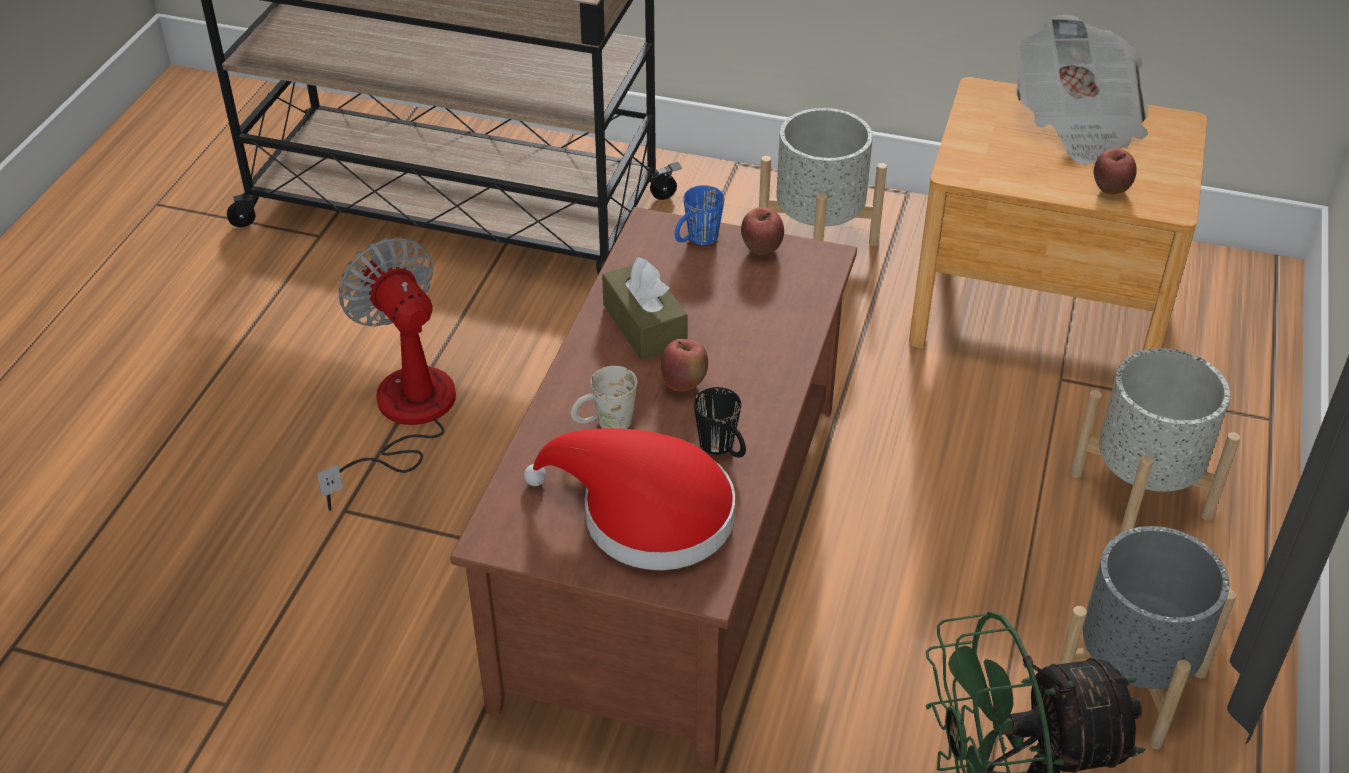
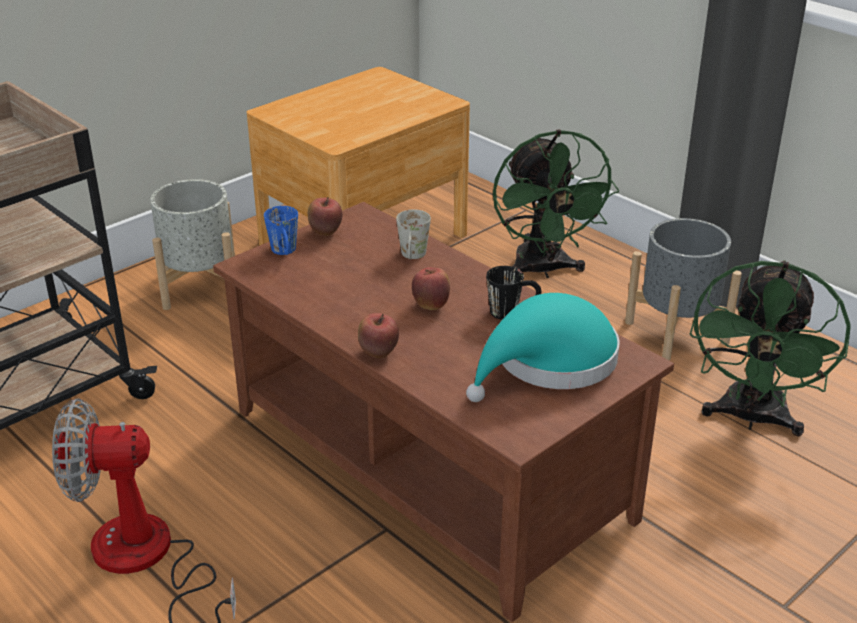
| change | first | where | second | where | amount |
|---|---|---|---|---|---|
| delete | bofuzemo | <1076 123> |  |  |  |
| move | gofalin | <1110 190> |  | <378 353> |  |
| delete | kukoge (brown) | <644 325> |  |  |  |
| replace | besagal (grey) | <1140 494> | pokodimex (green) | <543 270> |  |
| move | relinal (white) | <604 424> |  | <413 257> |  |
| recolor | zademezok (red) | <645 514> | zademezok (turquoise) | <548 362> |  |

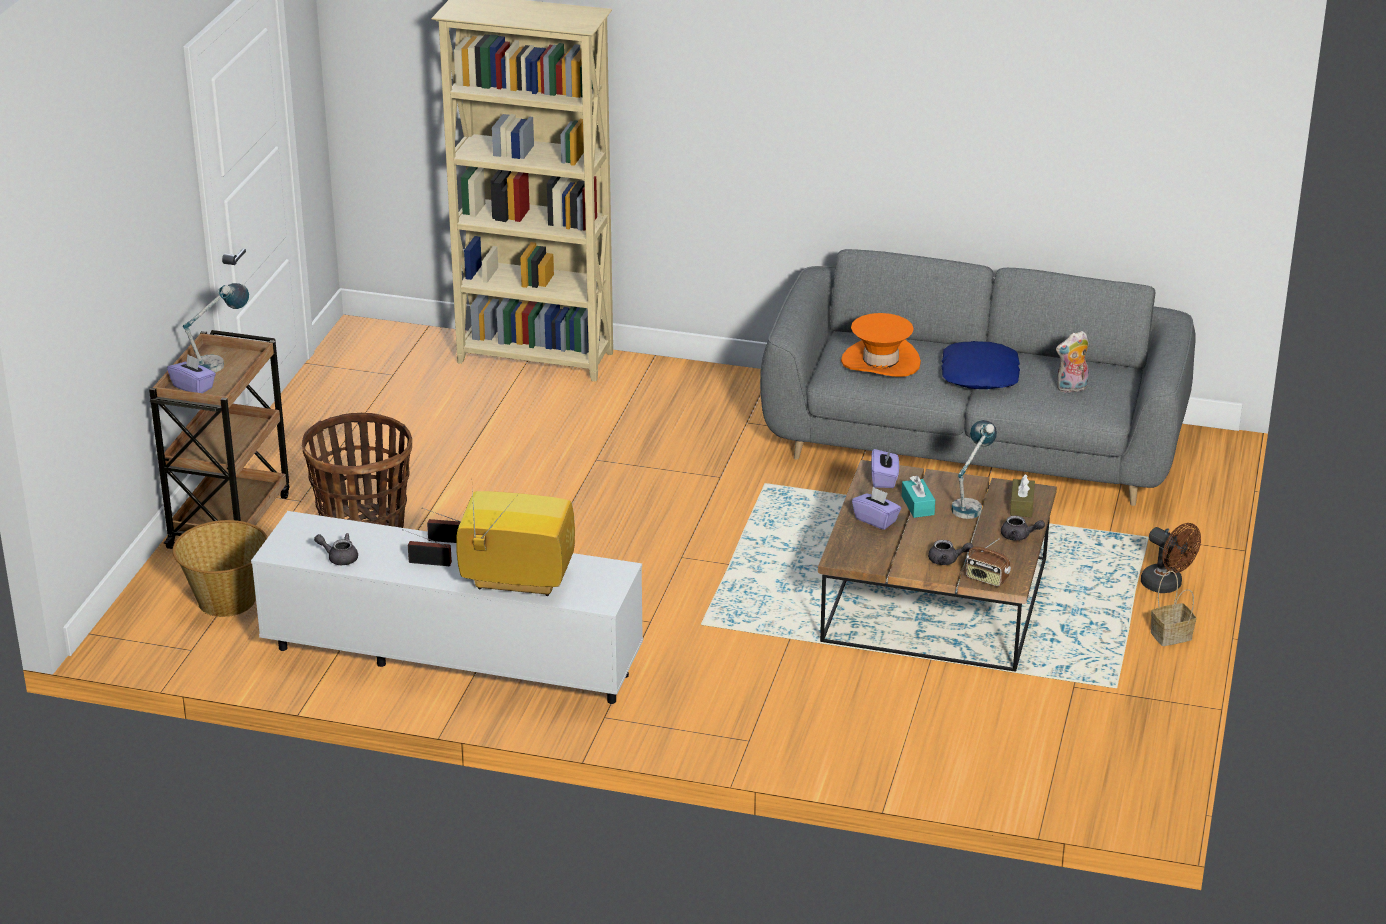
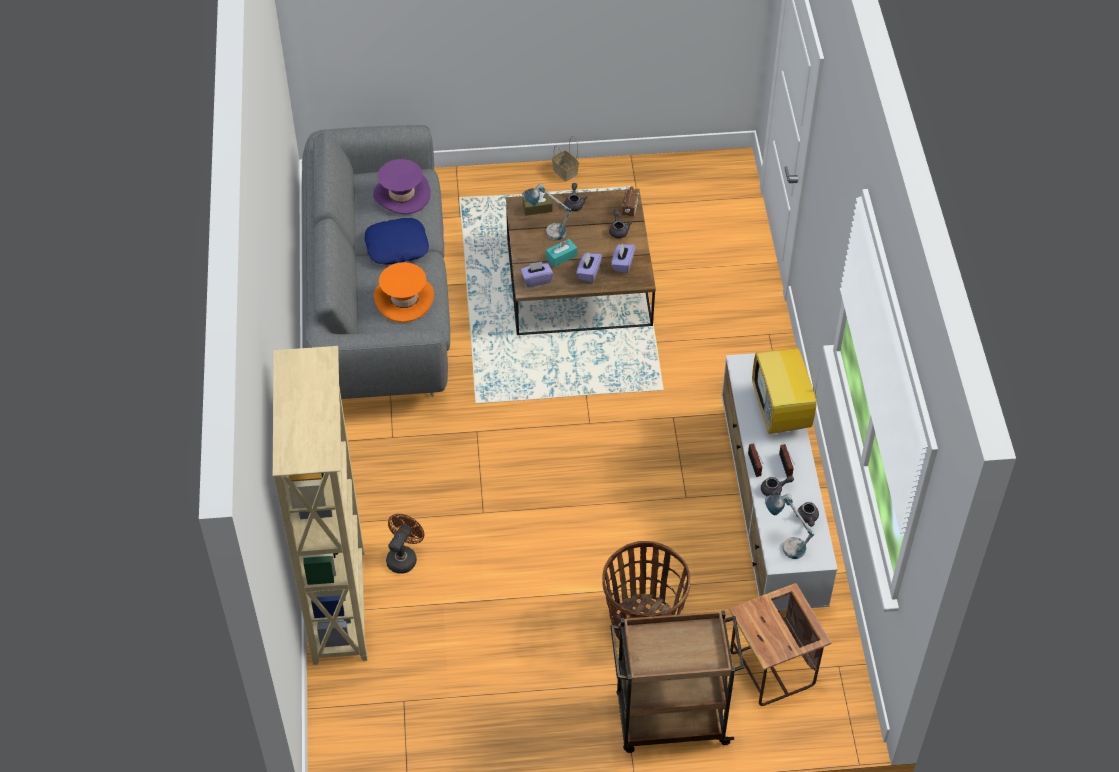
| change | first | where | second | where | amount |
|---|---|---|---|---|---|
| move | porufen | <221 362> |  | <784 544> |  |
| replace | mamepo | <1071 388> | zademezok (purple) | <402 195> |  |
| move | kukoge (purple) | <193 387> |  | <622 264> |  |
| replace | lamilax | <227 601> | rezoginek | <772 671> |  |
| move | pokodimex (brown) | <1167 585> |  | <404 557> |  |
| insert |  |  | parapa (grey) | <775 490> |  |

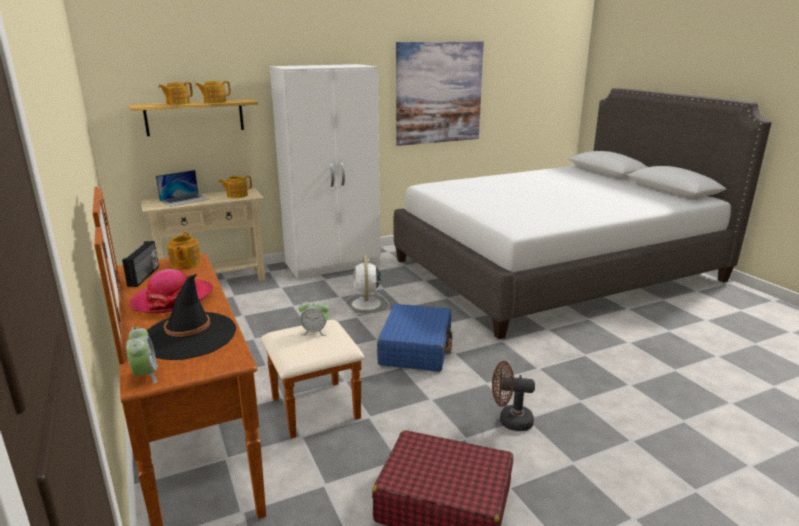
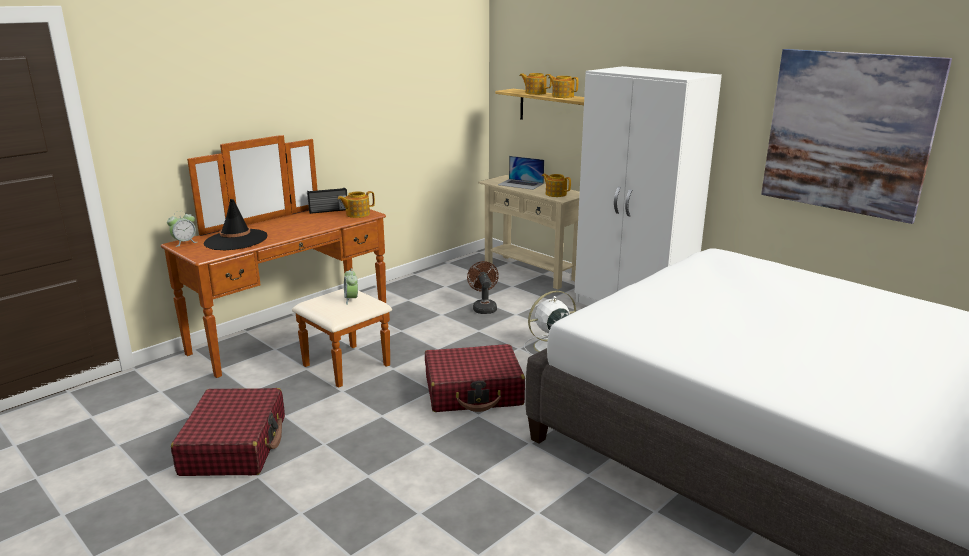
| change | first | where | second | where | amount |
|---|---|---|---|---|---|
| delete | zademezok | <173 299> |  |  |  |
| recolor | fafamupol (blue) | <416 348> | fafamupol (red) | <474 391> |  |
| move | pokodimex (brown) | <510 421> |  | <484 307> |  |

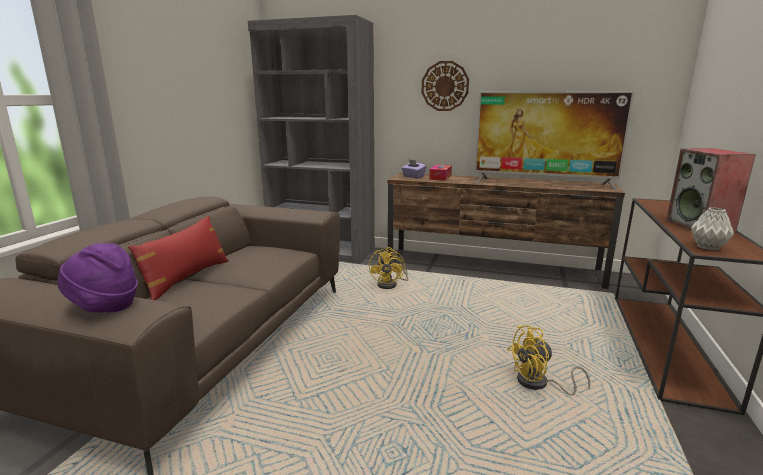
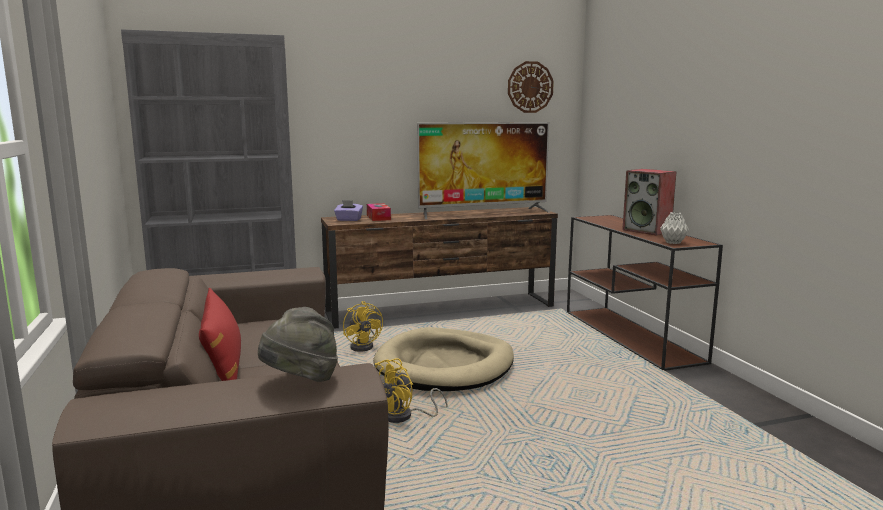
| change | first | where | second | where | amount |
|---|---|---|---|---|---|
| move | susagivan | <445 86> |  | <530 87> |  |
| recolor | zademezok (purple) | <104 307> | zademezok (grey) | <300 381> |  |
| move | pokodimex (yellow) | <539 384> |  | <404 416> |  |
| insert |  |  | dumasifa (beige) | <445 365> |  |

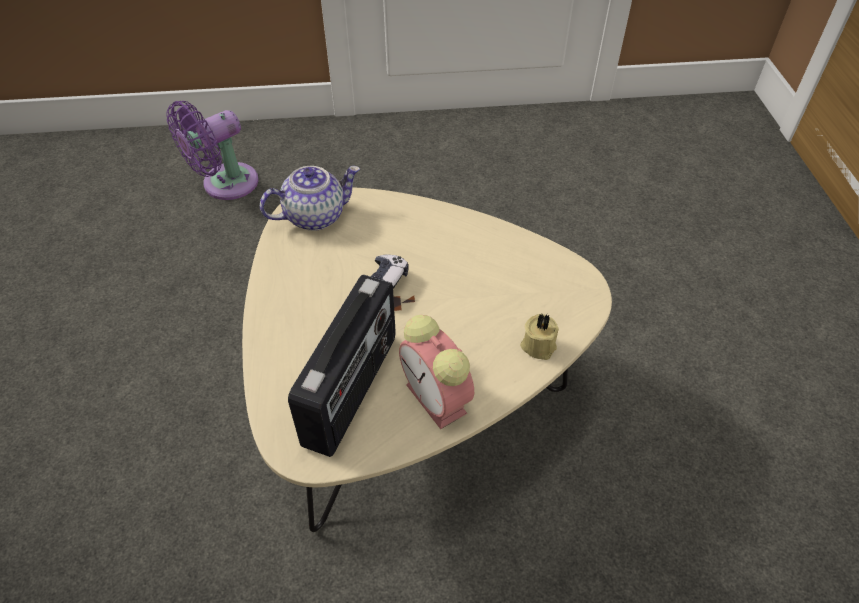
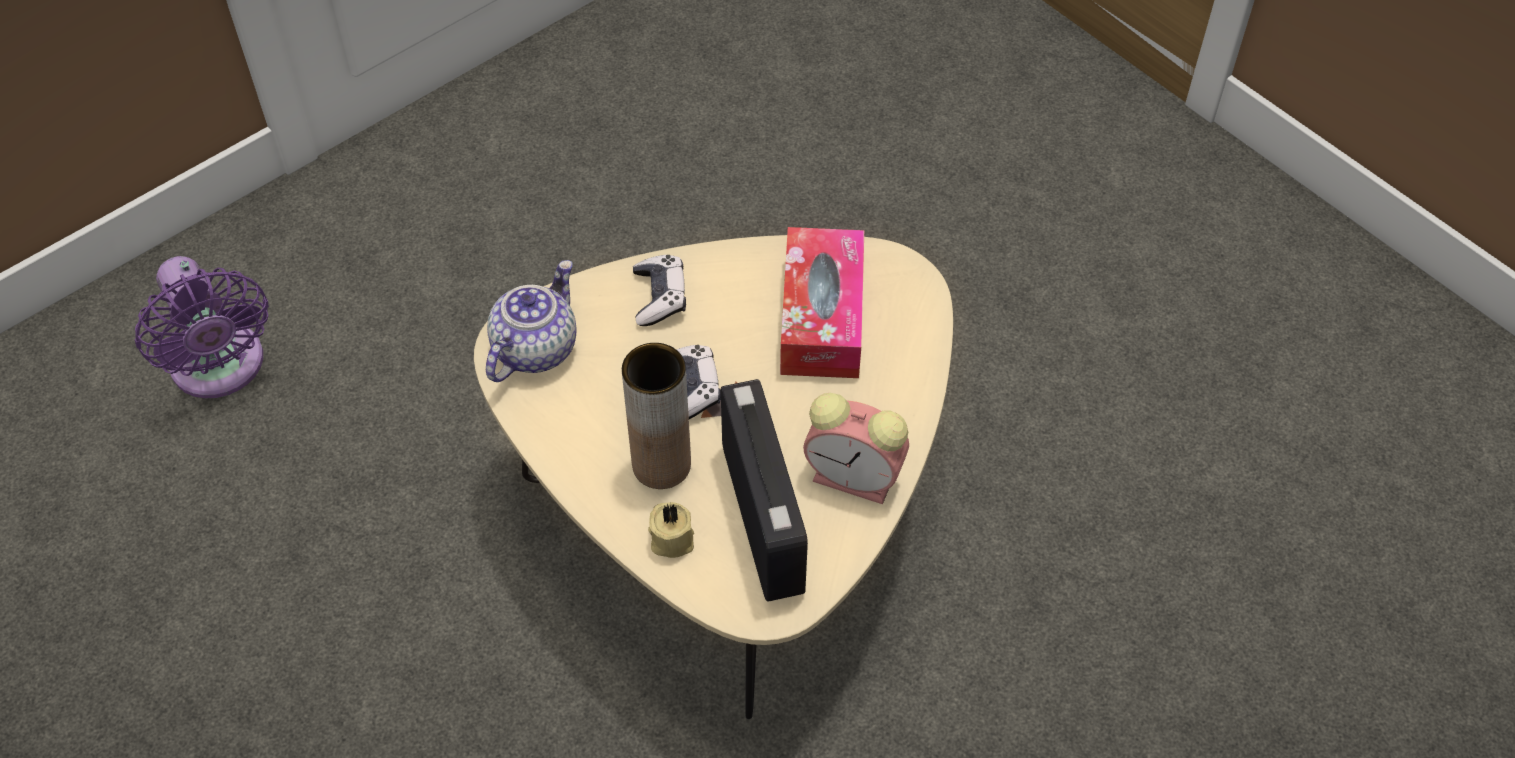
| change | first | where | second | where | amount |
|---|---|---|---|---|---|
| rotate | pokodimex (purple) | <225 185> |  | <220 369> | 45 degrees counterclockwise |
| move | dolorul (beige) | <538 345> |  | <671 538> |  |
| insert |  |  | kukoge | <822 317> |  |
| insert |  |  | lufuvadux | <660 297> |  |
| insert |  |  | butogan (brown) | <661 465> |  |

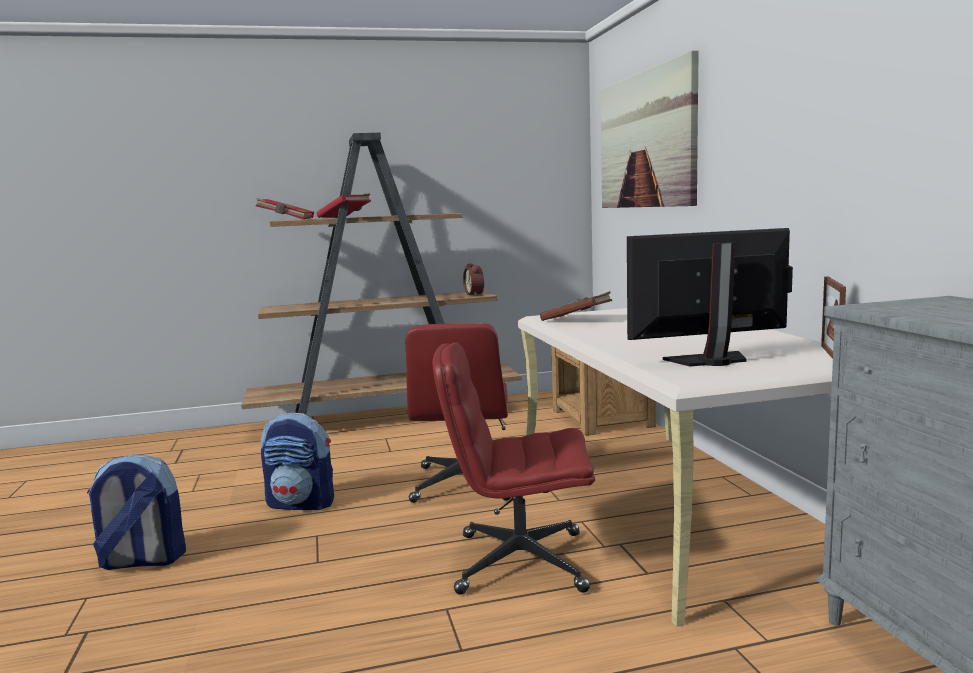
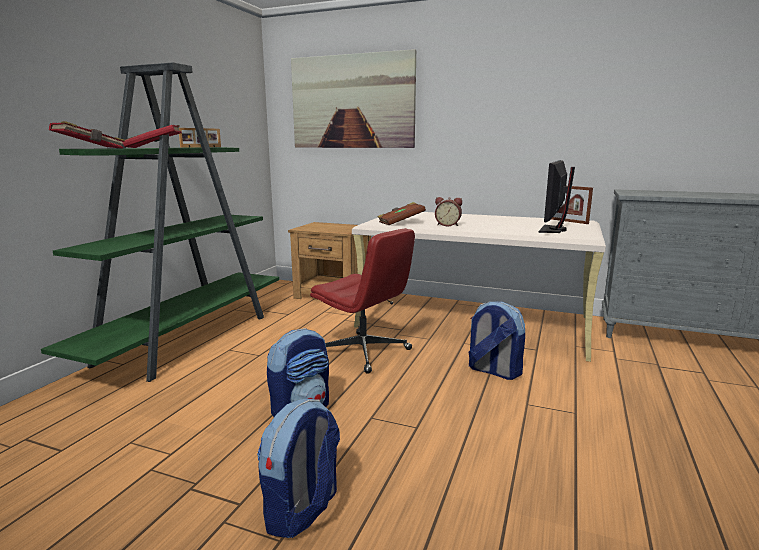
| change | first | where | second | where | amount |
|---|---|---|---|---|---|
| recolor | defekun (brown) | <387 419> | defekun (green) | <188 338> |  |
| move | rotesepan | <476 294> |  | <448 225> |  |
| replace | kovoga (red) | <519 562> | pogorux | <493 371> |  |
| insert |  |  | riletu | <201 147> |  |

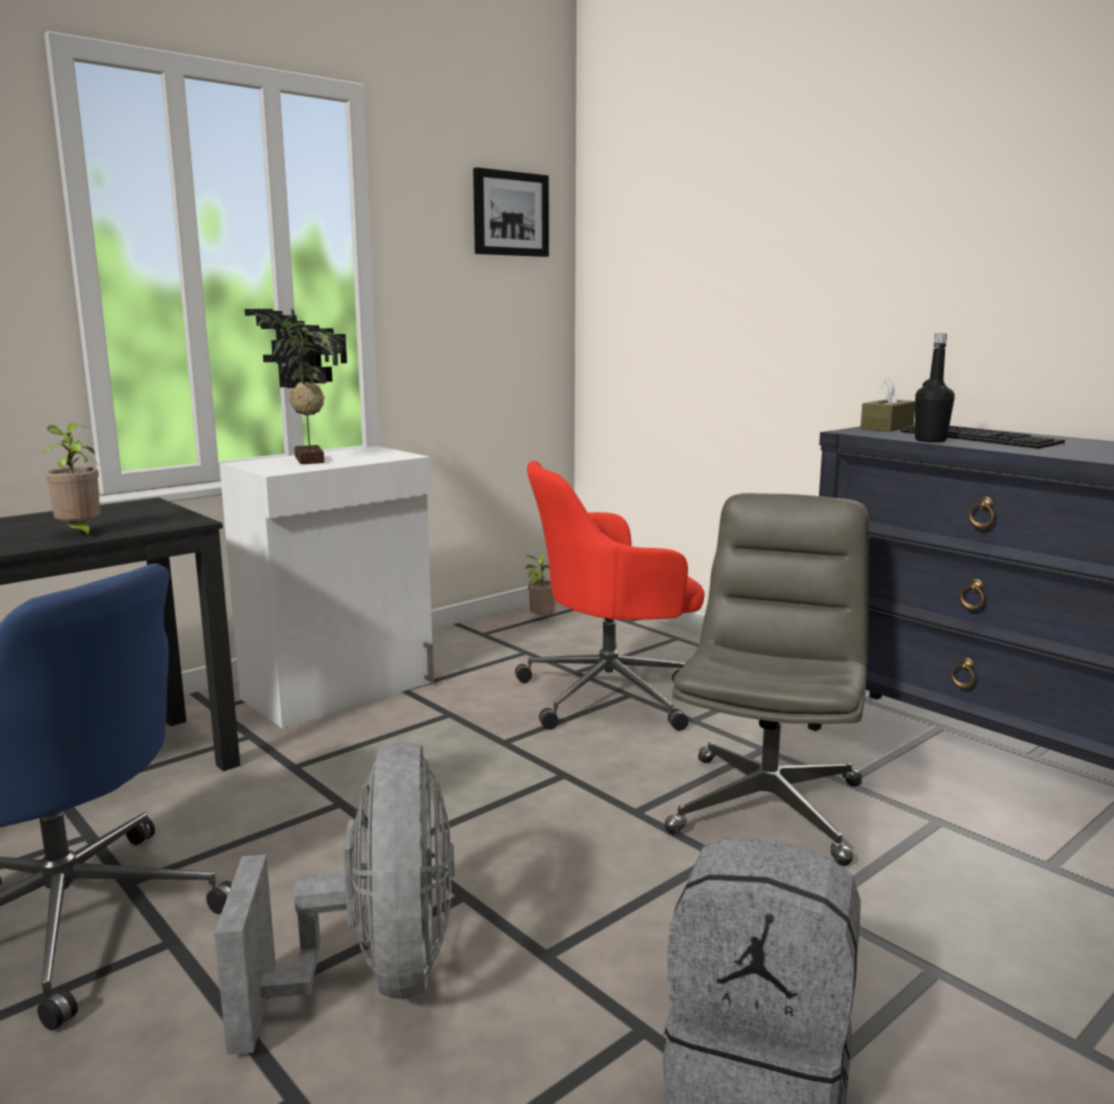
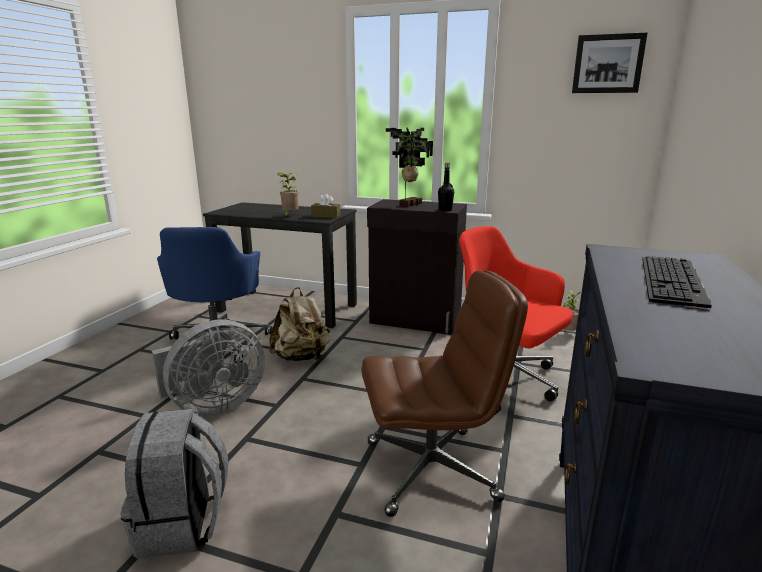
| change | first | where | second | where | amount |
|---|---|---|---|---|---|
| move | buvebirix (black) | <930 440> |  | <445 210> |  |
| move | kukoge (brown) | <887 427> |  | <326 216> |  |
| recolor | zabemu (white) | <342 690> | zabemu (black) | <415 320> |  |
| recolor | kovoga (grey) | <767 806> | kovoga (brown) | <432 469> |  |
| insert |  |  | pogorux (beige) | <301 357> |  |

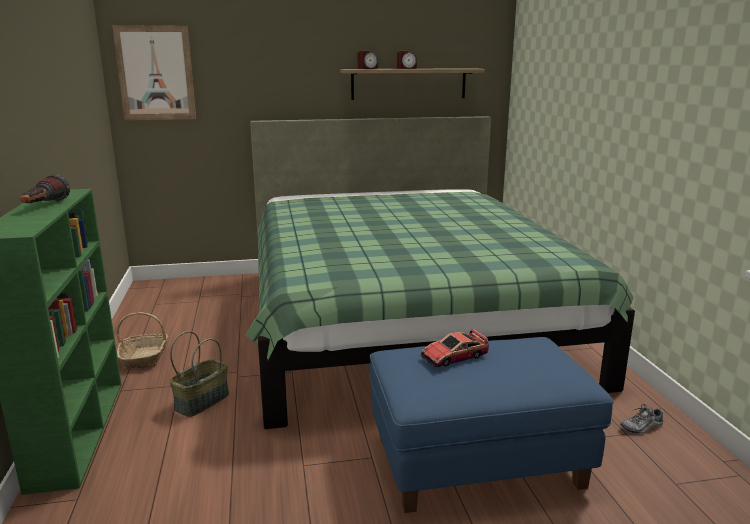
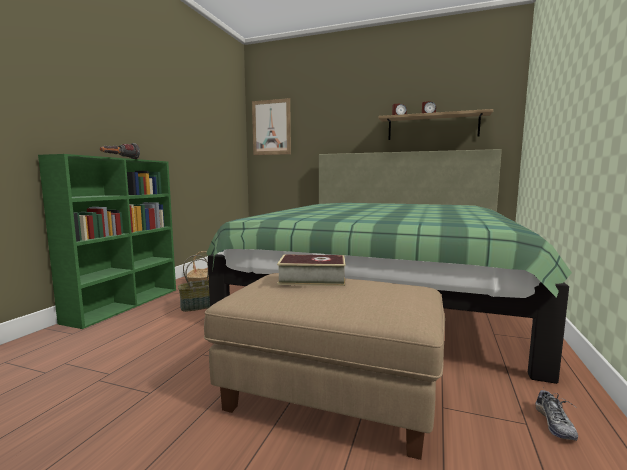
| change | first | where | second | where | amount |
|---|---|---|---|---|---|
| replace | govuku | <453 356> | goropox | <312 278> |  |
| recolor | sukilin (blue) | <478 460> | sukilin (beige) | <332 394> |  |
| rotate | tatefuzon | <641 427> |  | <554 424> | 90 degrees counterclockwise |

